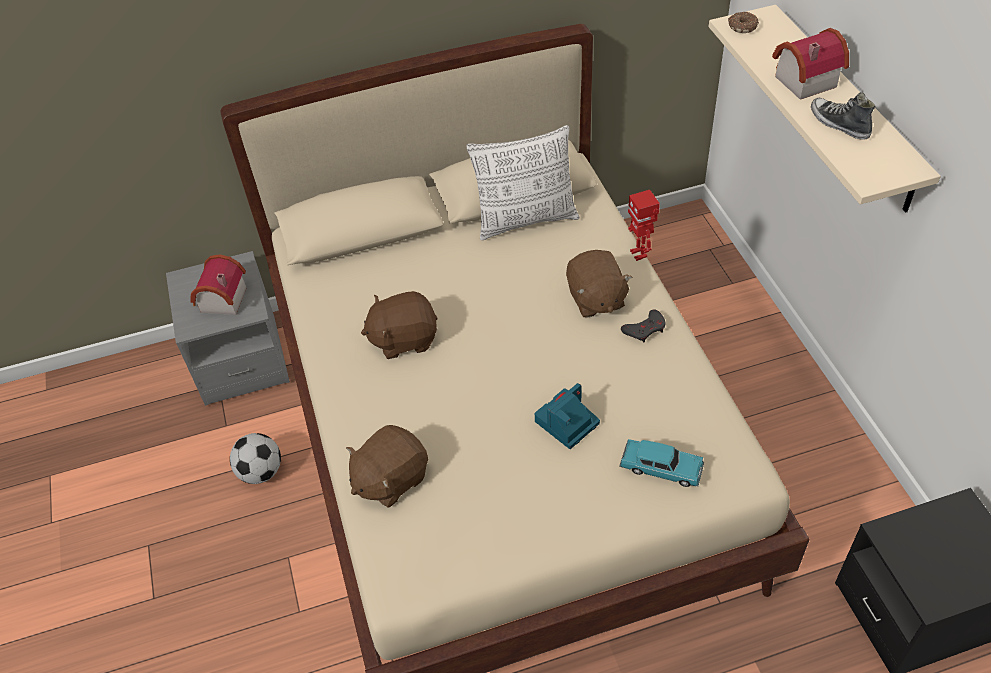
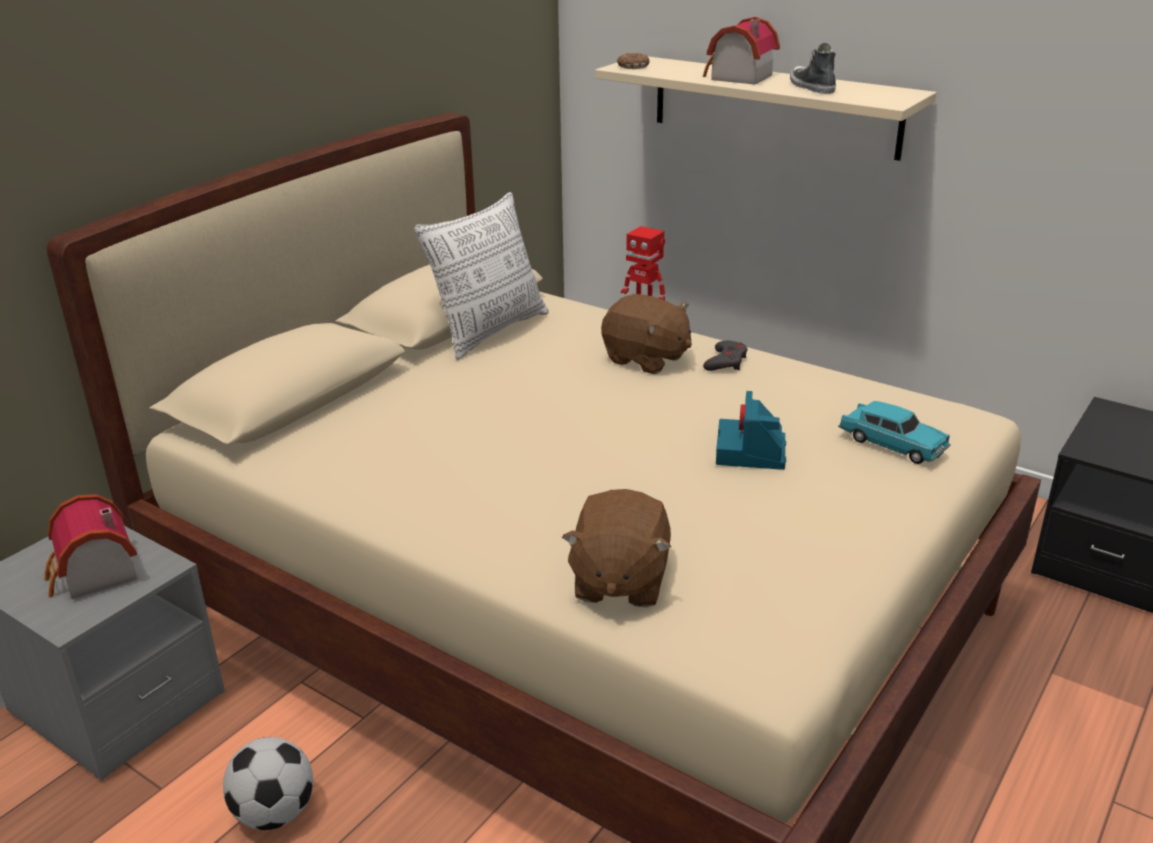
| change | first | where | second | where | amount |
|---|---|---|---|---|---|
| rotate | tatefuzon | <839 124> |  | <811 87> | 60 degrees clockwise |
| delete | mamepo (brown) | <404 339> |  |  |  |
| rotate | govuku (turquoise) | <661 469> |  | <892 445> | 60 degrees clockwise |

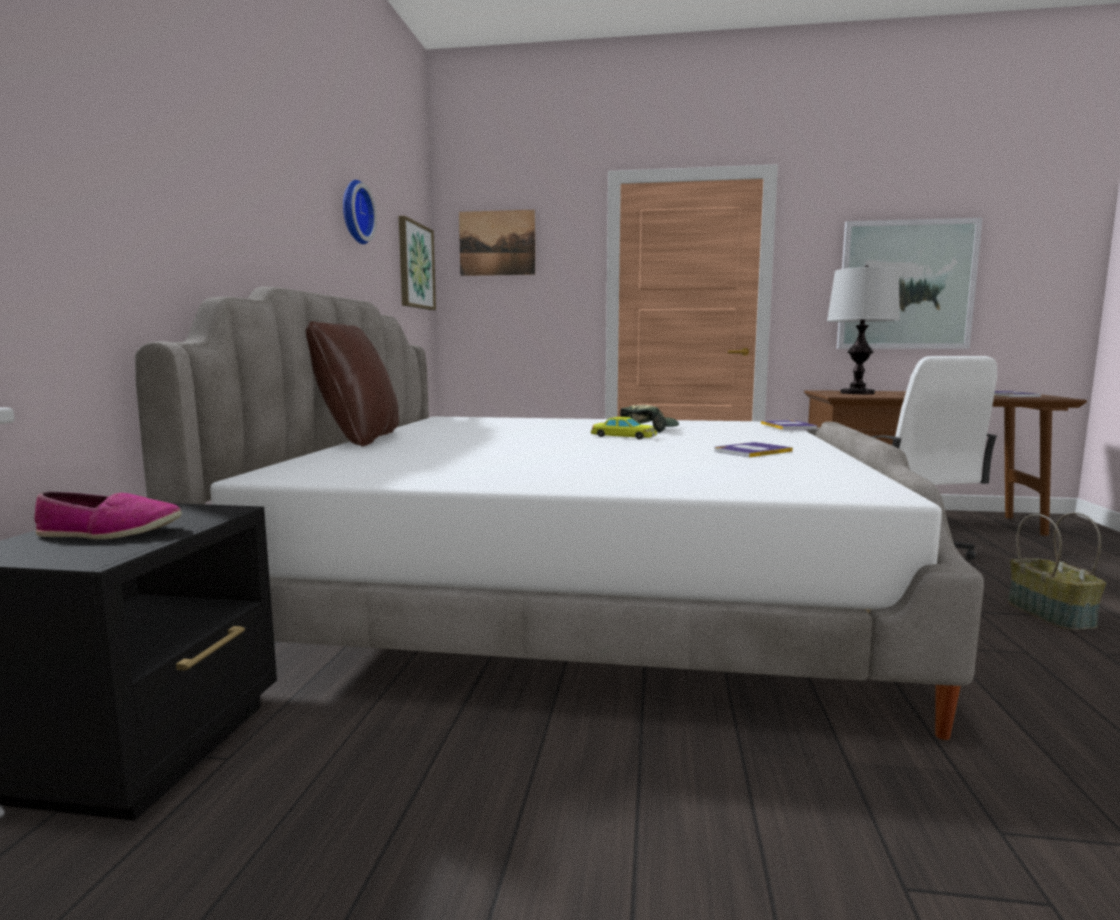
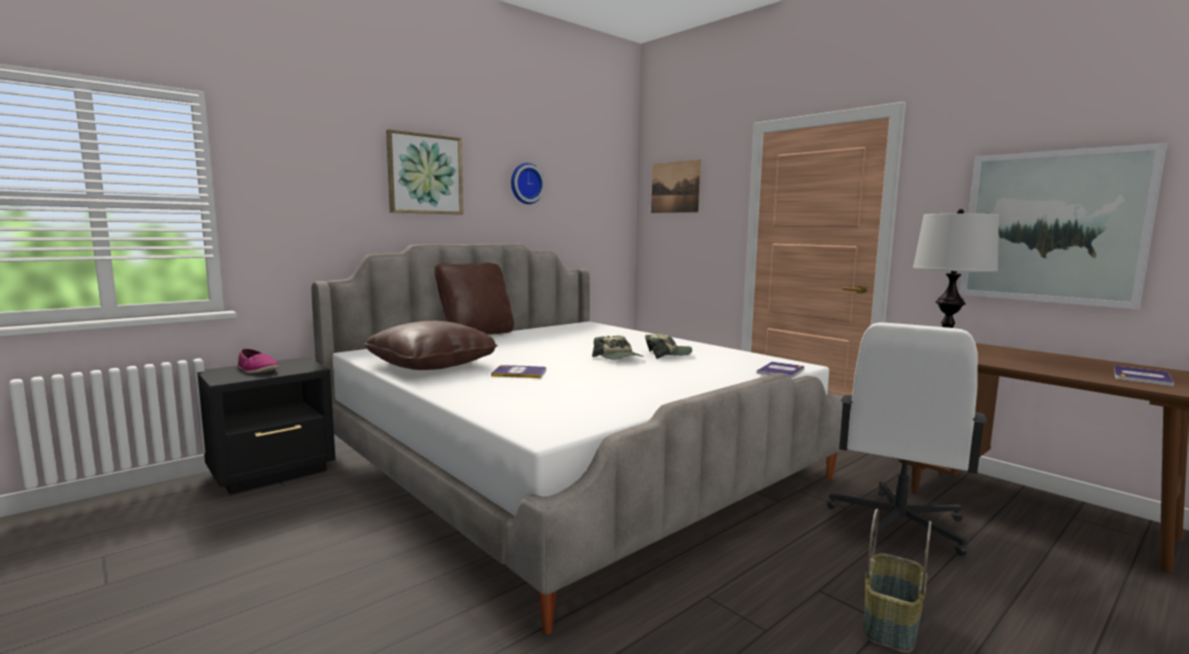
| change | first | where | second | where | amount |
|---|---|---|---|---|---|
| move | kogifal | <415 266> |  | <425 174> |  |
| replace | govuku (yellow) | <623 436> | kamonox | <618 358> |  |
| move | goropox | <752 451> |  | <519 373> |  |
| insert |  |  | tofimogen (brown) | <432 365> |  |

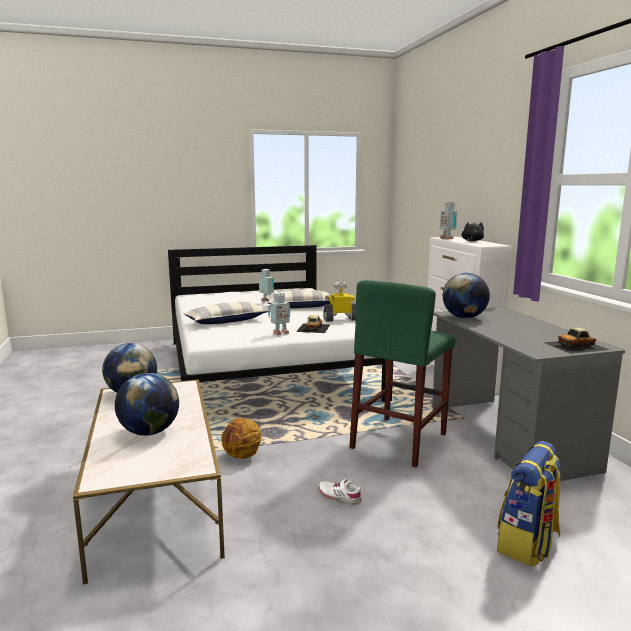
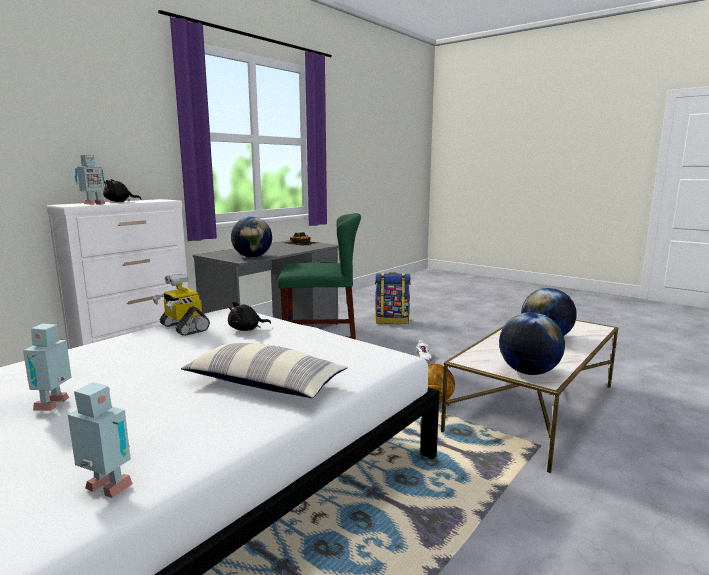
| change | first | where | second | where | amount |
|---|---|---|---|---|---|
| delete | tofimogen | <300 306> |  |  |  |
| move | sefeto | <279 333> |  | <107 490> |  |
| replace | govuku | <313 328> | mamepo (black) | <246 329> |  |

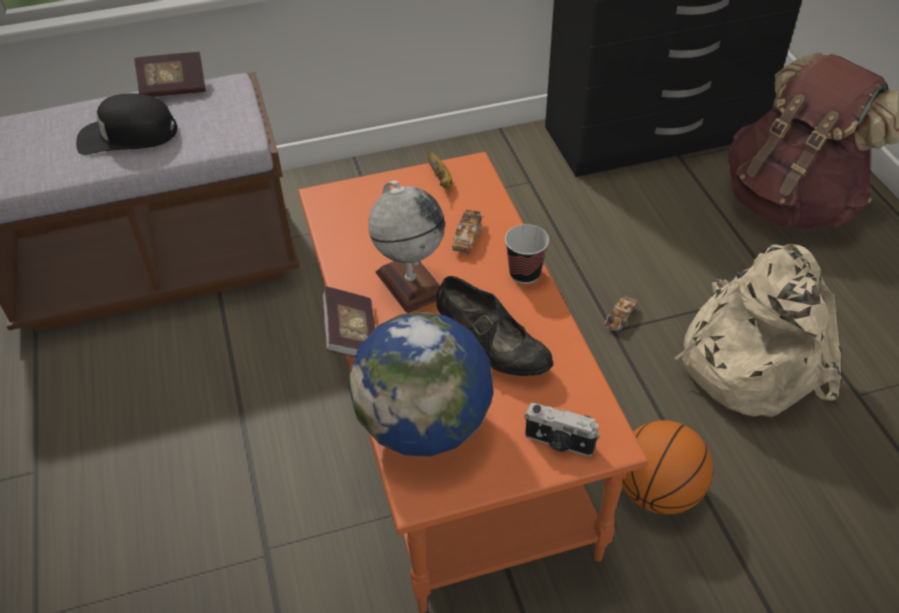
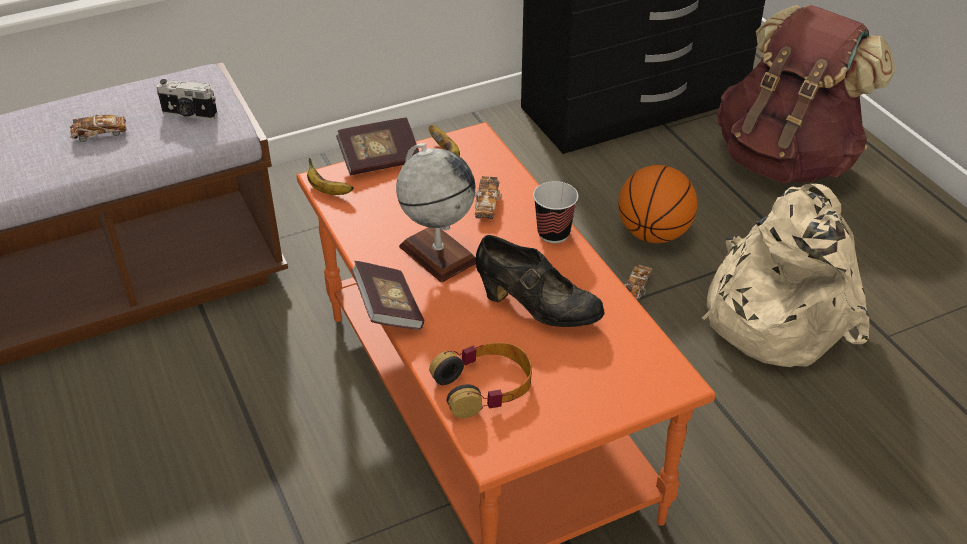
| change | first | where | second | where | amount |
|---|---|---|---|---|---|
| move | goropox | <173 87> |  | <379 160> |  |
| replace | kamonox (black) | <127 136> | govuku | <99 134> |  |
| replace | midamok | <424 426> | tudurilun | <484 386> |  |
| move | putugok | <559 443> |  | <189 114> |  |
| move | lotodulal | <658 491> |  | <653 234> |  |
| insert |  |  | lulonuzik | <327 190> |  |

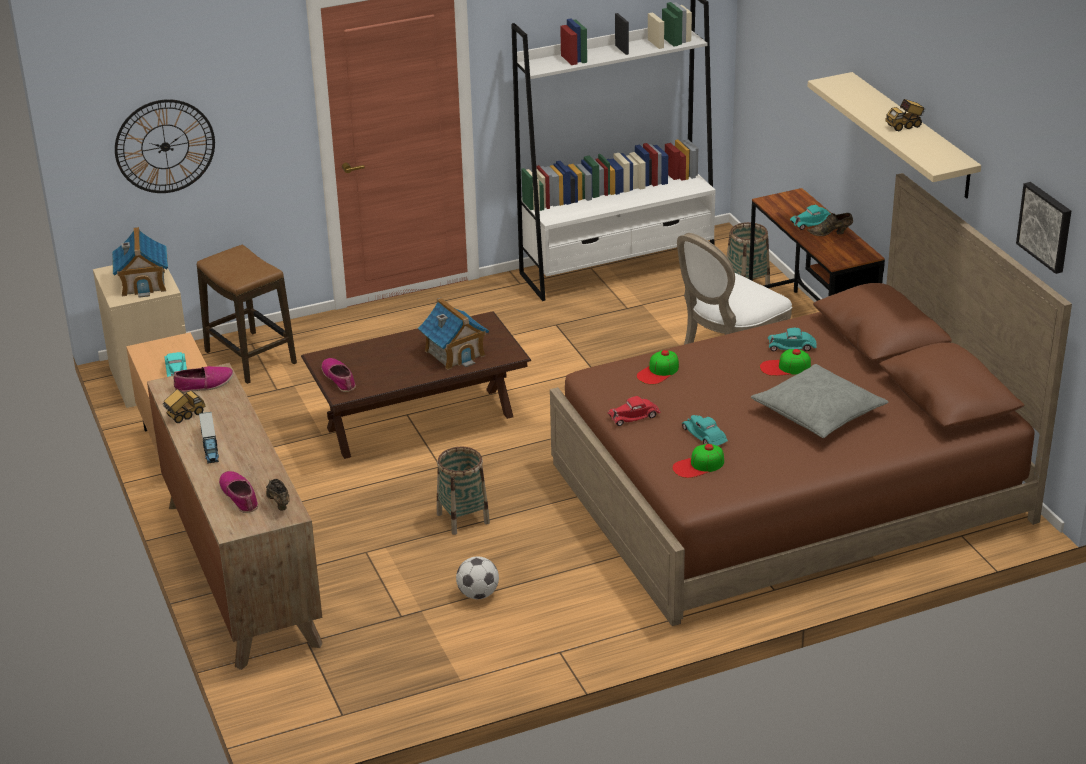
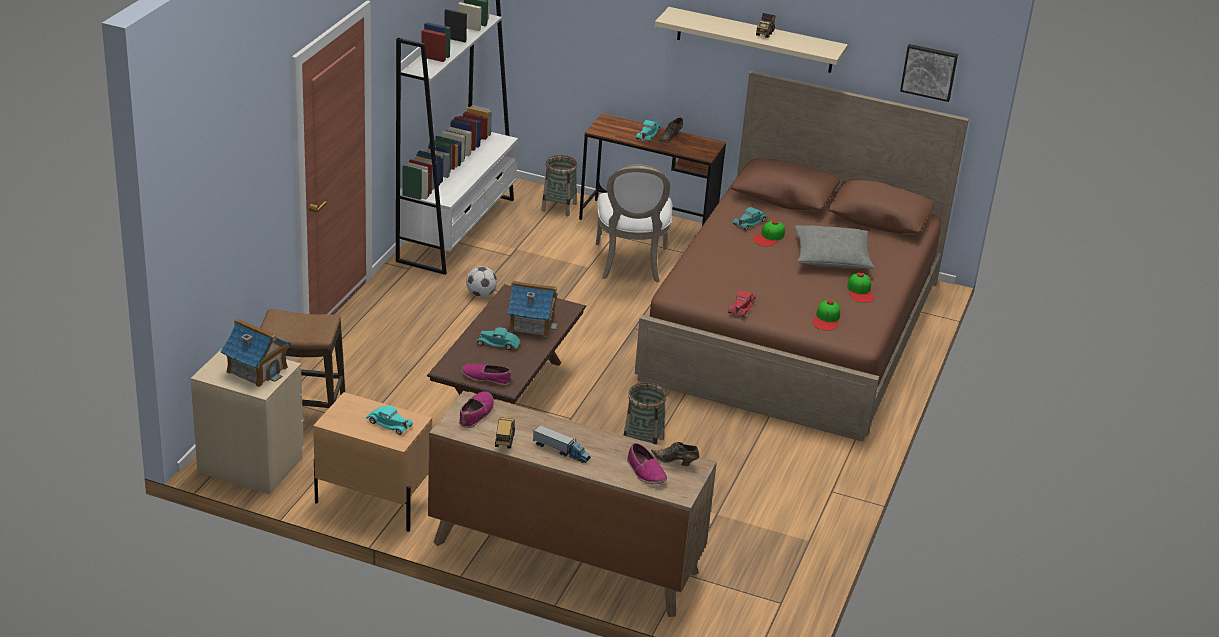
| change | first | where | second | where | amount |
|---|---|---|---|---|---|
| delete | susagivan | <165 146> |  |  |  |
| move | kamonox | <658 372> |  | <860 291> |  |
| move | govuku (turquoise) | <704 435> |  | <498 343> |  |
| rotate | tatefuzon | <240 496> |  | <645 472> | 135 degrees counterclockwise |
| move | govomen | <478 594> |  | <481 294> |  |

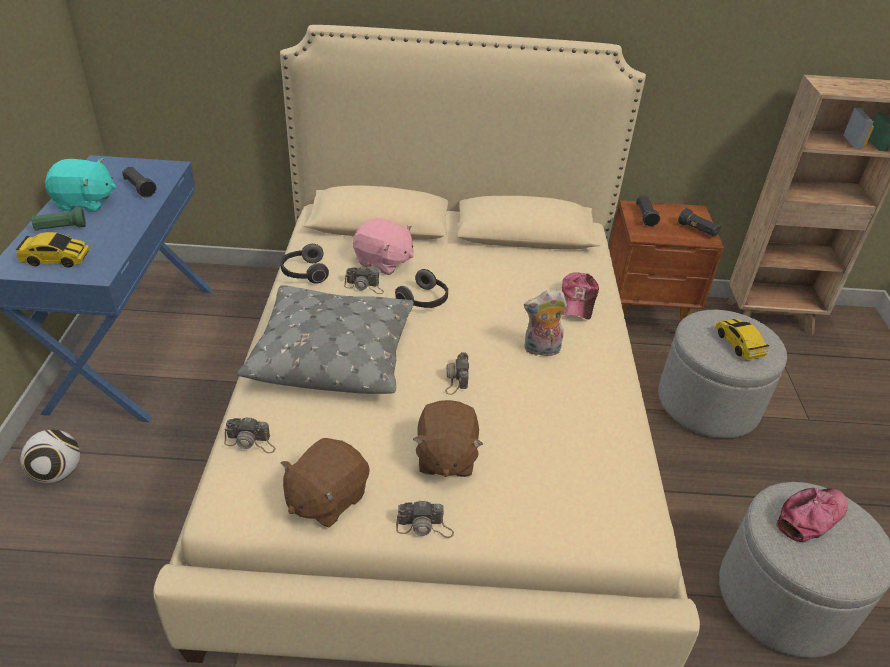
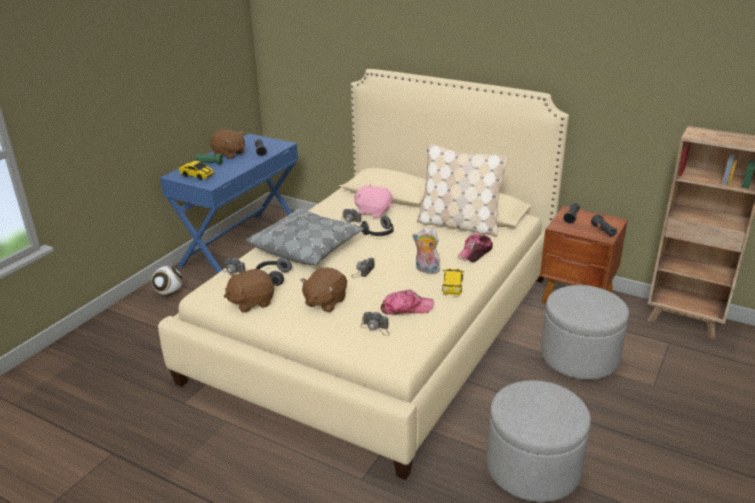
| change | first | where | second | where | amount |
|---|---|---|---|---|---|
| recolor | mamepo (turquoise) | <85 202> | mamepo (brown) | <229 154> |  |
| rotate | mamepo (pink) | <383 262> |  | <373 212> | 150 degrees clockwise |
| move | tudurilun | <304 273> |  | <272 277> |  |
| move | govuku | <738 344> |  | <452 286> |  |
| move | kamonox | <810 517> |  | <406 308> |  |
| move | putugok | <424 526> |  | <376 328> |  |
| insert |  |  | tofimogen (beige) | <459 225> |  |

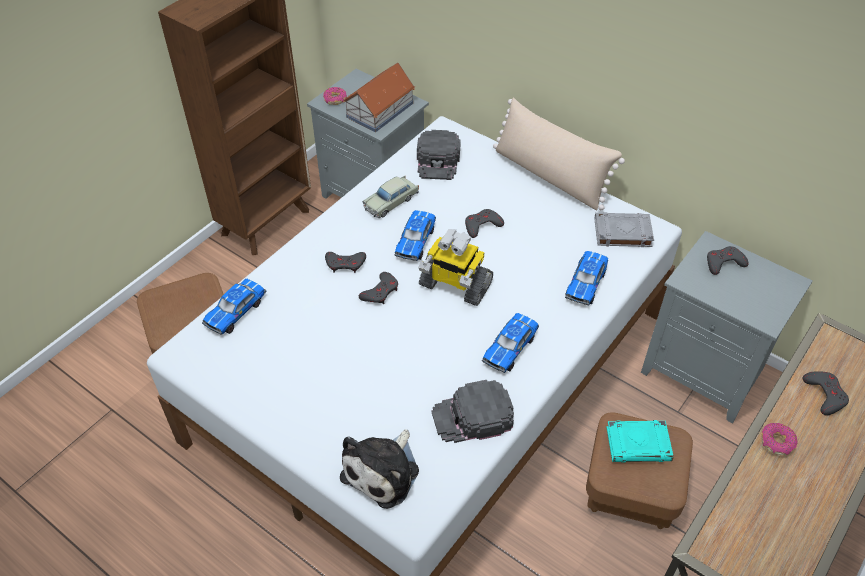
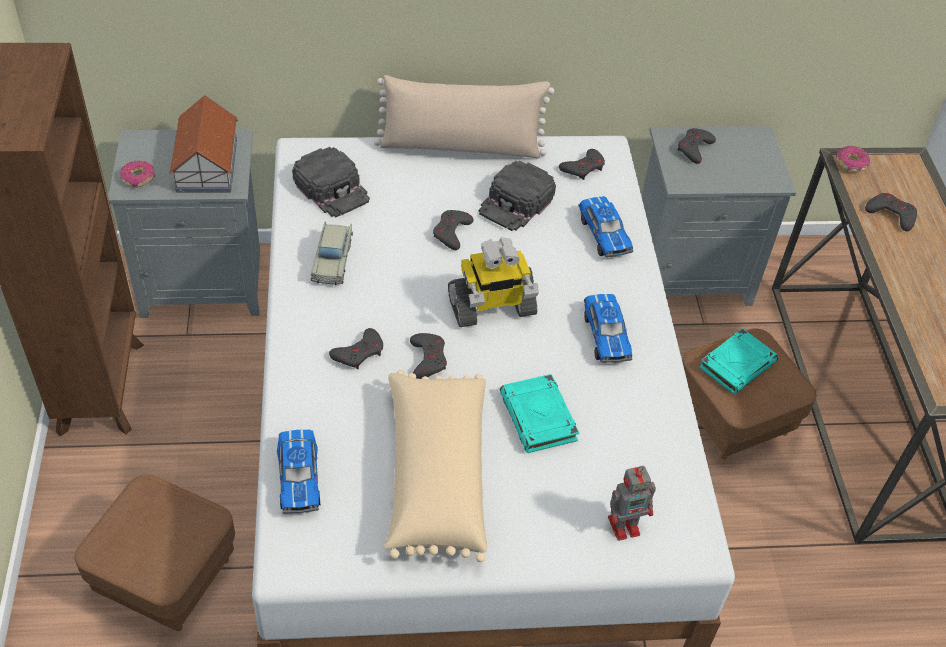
| change | first | where | second | where | amount |
|---|---|---|---|---|---|
| delete | govuku | <415 241> |  |  |  |
| replace | goropox (grey) | <622 233> | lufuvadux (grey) | <583 168> |  |
| move | kamonox (black) | <472 417> |  | <516 202> |  |
| move | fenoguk | <776 442> |  | <851 163> |  |
| replace | mamepo | <383 471> | sefeto | <625 525> |  |
| insert |  |  | tofimogen (beige) | <434 475> |  |
| insert |  |  | goropox (turquoise) | <539 418> |  |

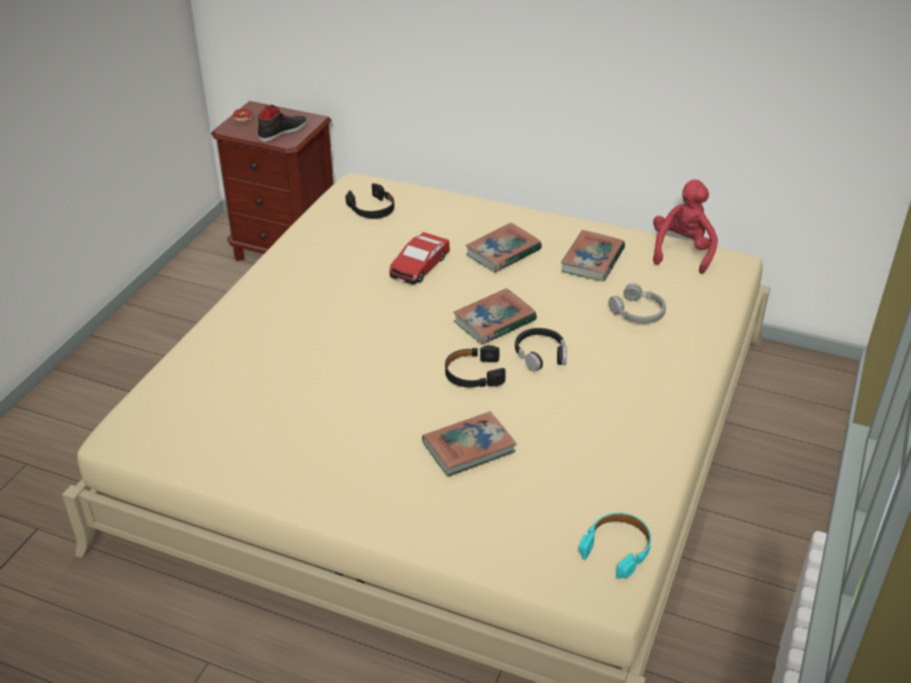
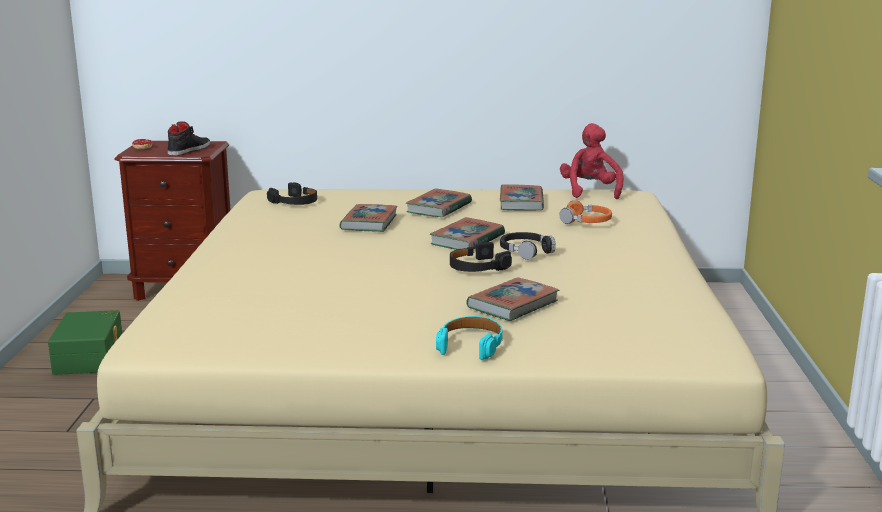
| change | first | where | second | where | amount |
|---|---|---|---|---|---|
| replace | govuku | <419 266> | goropox | <369 222> |  |
| recolor | tudurilun (grey) | <638 312> | tudurilun (orange) | <586 221> |  |
| move | tudurilun (turquoise) | <617 549> |  | <471 345> |  |
| insert |  |  | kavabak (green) | <91 357> |  |

